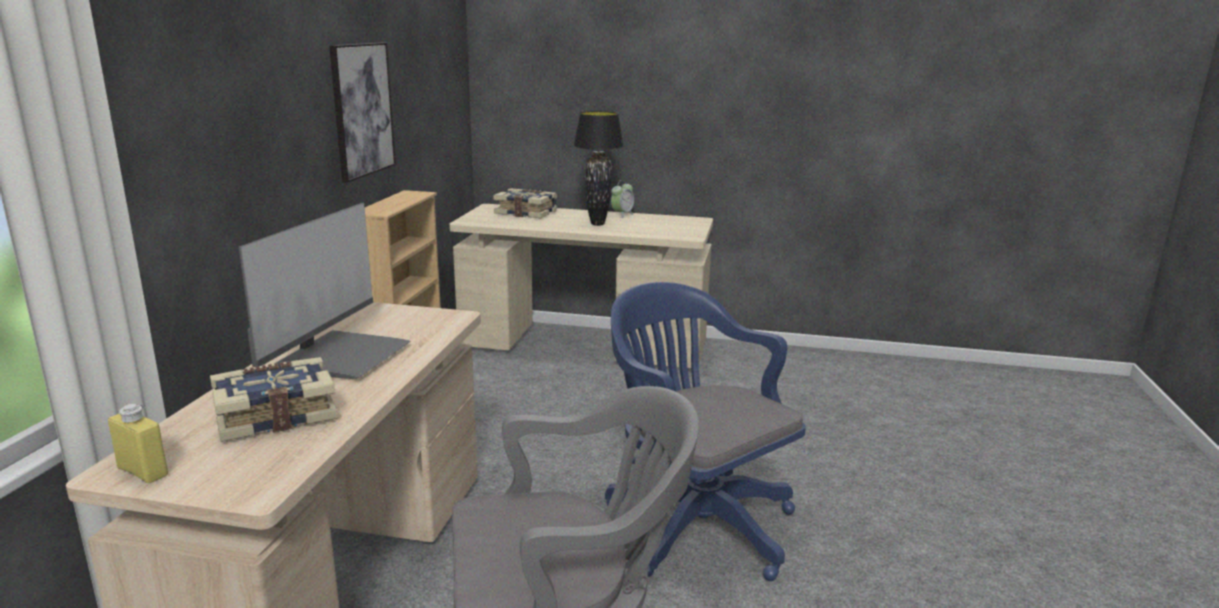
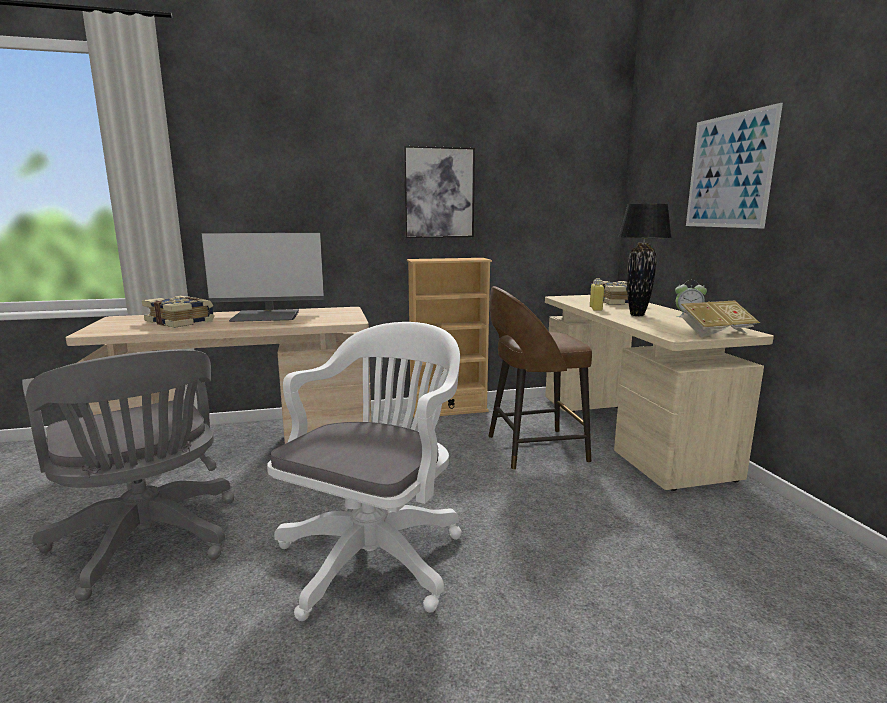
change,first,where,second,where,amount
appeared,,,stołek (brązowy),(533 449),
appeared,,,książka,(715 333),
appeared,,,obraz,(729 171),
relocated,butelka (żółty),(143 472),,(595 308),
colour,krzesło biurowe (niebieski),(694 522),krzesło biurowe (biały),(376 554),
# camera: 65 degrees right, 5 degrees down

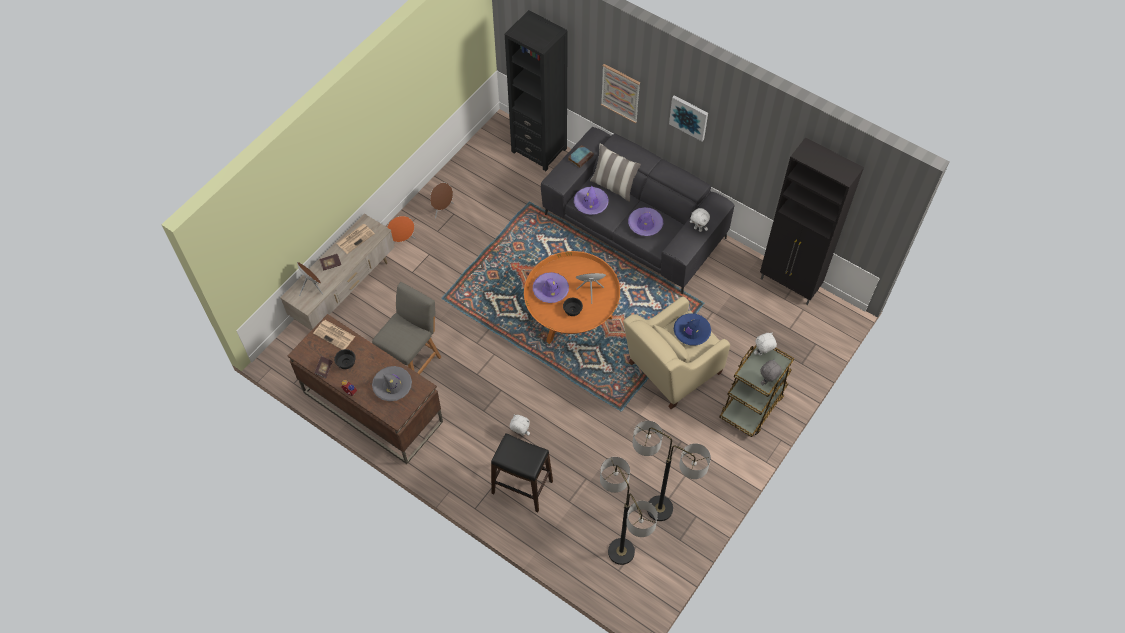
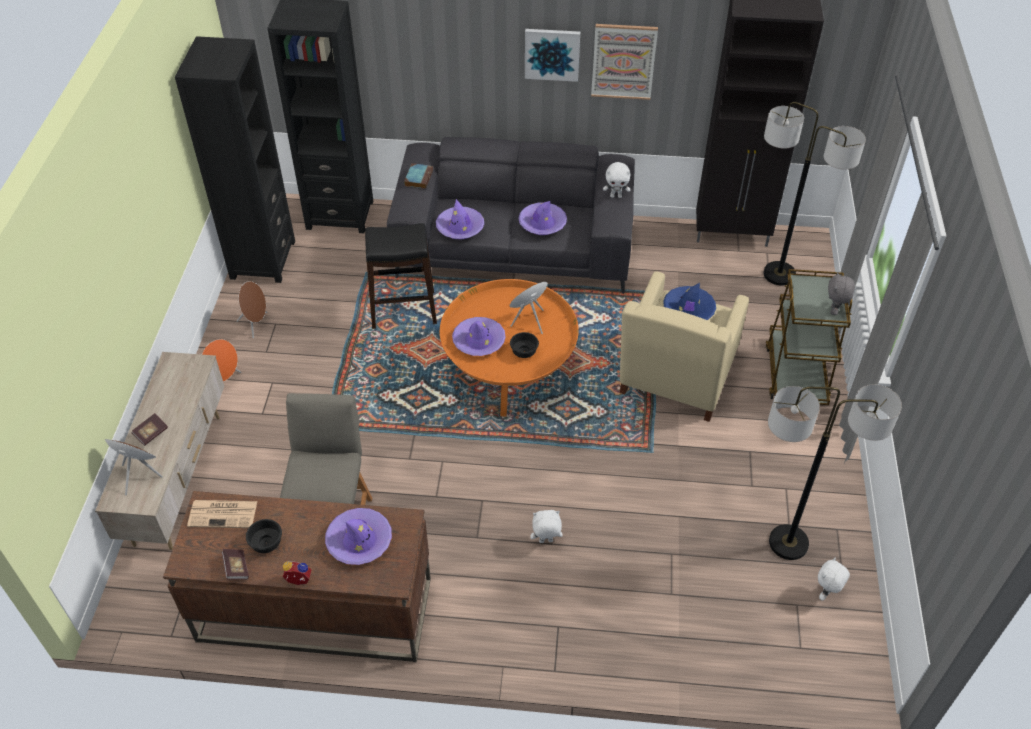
change,first,where,second,where,amount
missing,gazeta,(355 238),,,
missing,poduszka,(613 186),,,
appeared,,,regał (czarny),(262 259),
relocated,stołek (czarny),(522 487),,(403 310),
relocated,lampa stojąca,(621 552),,(779 274),
relocated,obraz,(620 93),,(623 61),
relocated,pluszak (biały),(762 353),,(826 593),
colour,kapelusz (szary),(392 386),kapelusz (fioletowy),(359 540),
# camera: 30 degrees left, 10 degrees down

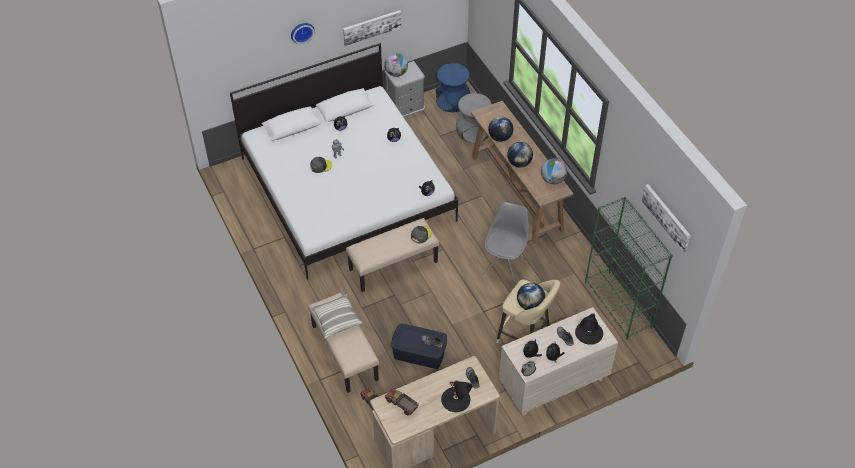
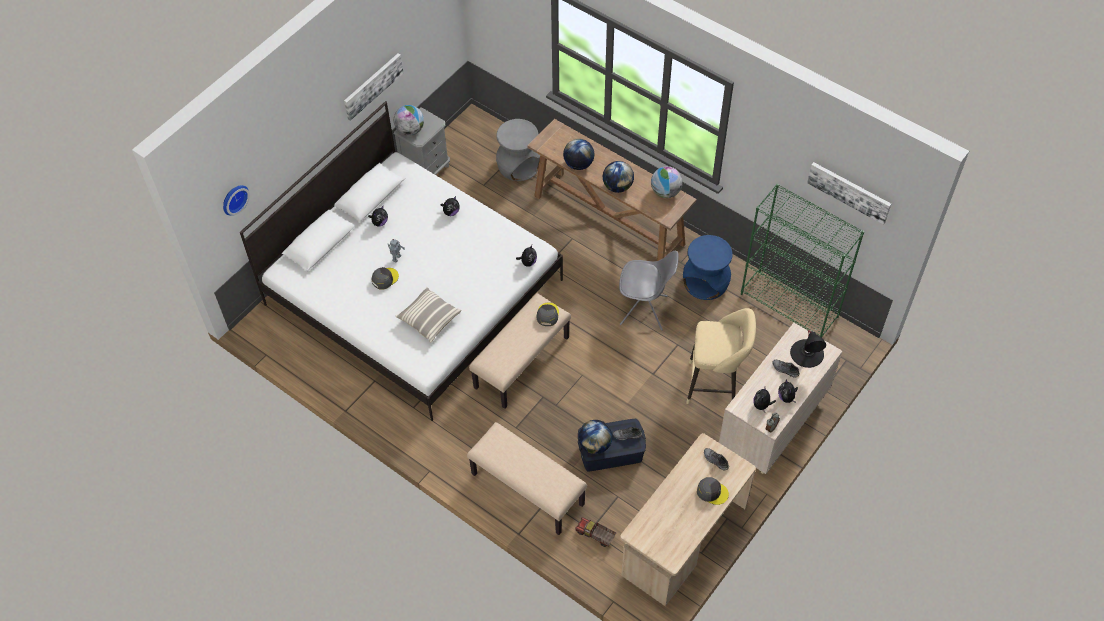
change,first,where,second,where,amount
missing,ciężarówka zabawkowa,(401 405),,,
relocated,zegar ścienny,(301 31),,(233 198),
relocated,poduszka,(336 320),,(429 319),
relocated,stołek (niebieski),(453 101),,(706 282),
relocated,globus,(530 305),,(595 444),
exchanged,lampa stołowa (czarny),(456 399),czapka z daszkiem (szary),(712 492),
spun,krzesło (szary),(504 266),,(645 311),105 degrees clockwise
# camera: 25 degrees left, 5 degrees up

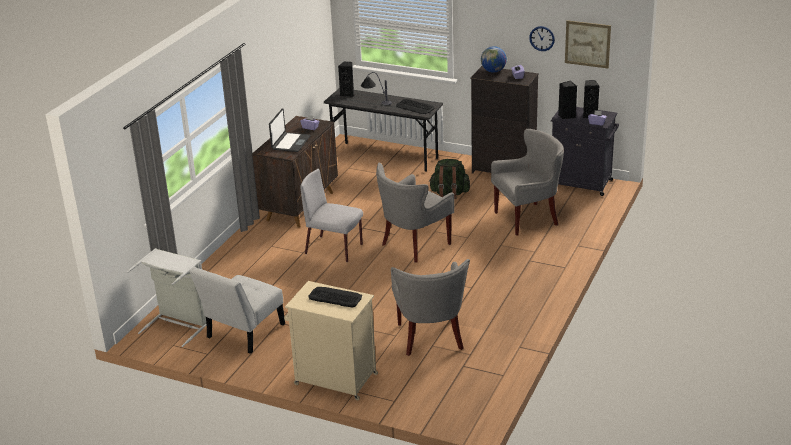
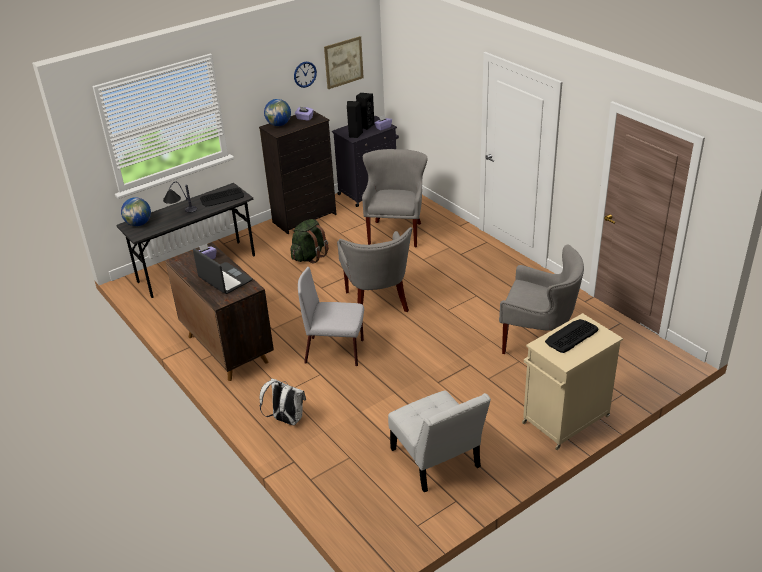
change,first,where,second,where,amount
missing,kosz na pranie (szary),(178 324),,,
appeared,,,plecak (biały),(286 420),
exchanged,głośnik (czarny),(348 94),globus,(139 224),
spun,krzesło (szary),(335 249),,(335 351),45 degrees clockwise
# camera: 60 degrees left, 5 degrees up

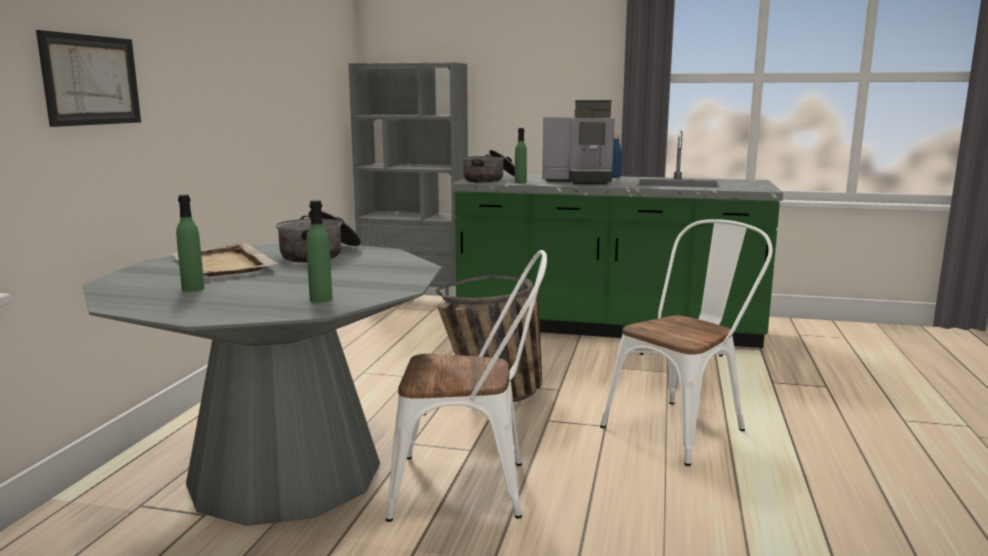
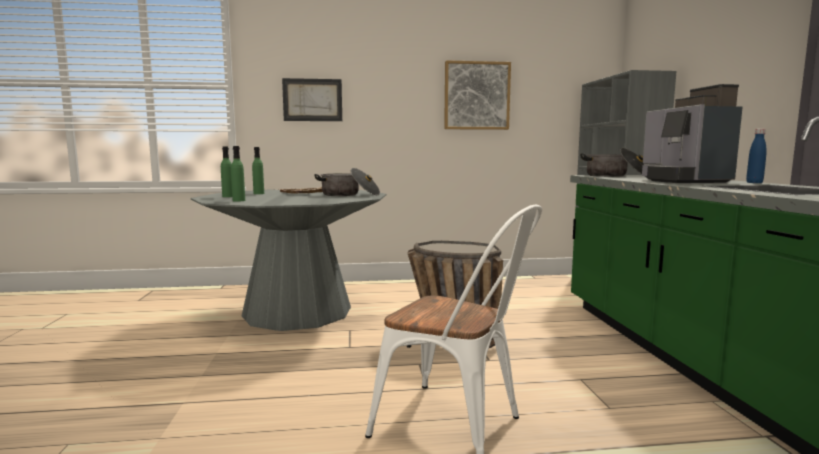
change,first,where,second,where,amount
missing,krzesło (biały),(472 488),,,
appeared,,,obraz,(476 96),
relocated,butelka (zielony),(520 182),,(228 196),
# camera: 70 degrees right, 5 degrees down

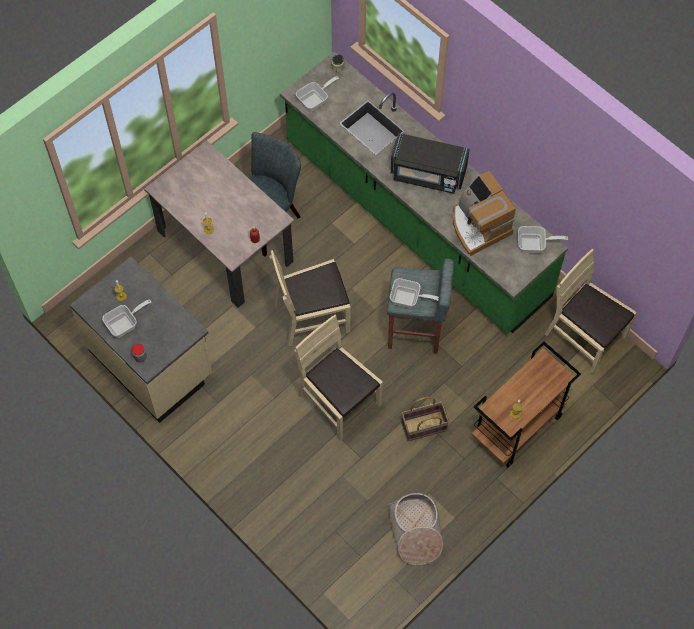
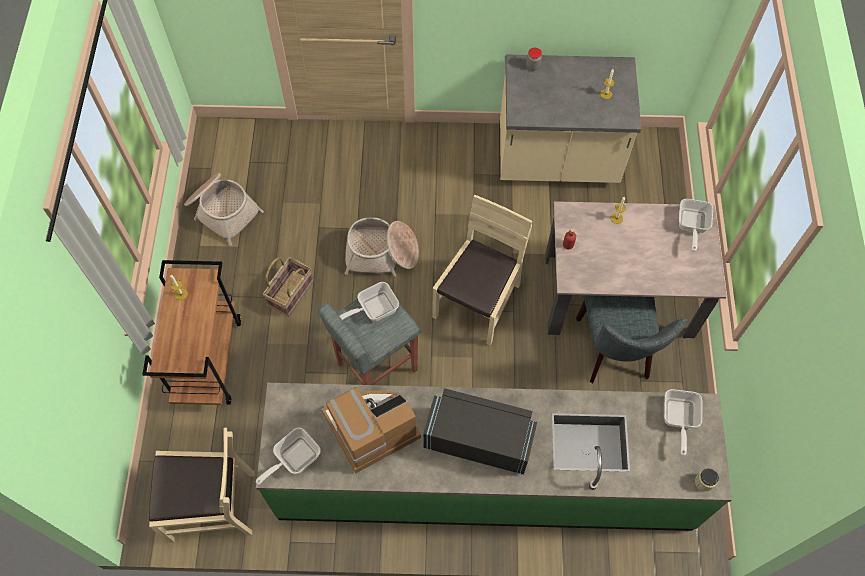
change,first,where,second,where,amount
relocated,patelnia,(125 324),,(691 226),
exchanged,krzesło (beżowy),(339 401),koszyk,(381 254),
spun,mikrofalówka (czarny),(428 174),,(478 440),45 degrees clockwise
spun,ekspres do kawy,(478 225),,(371 428),45 degrees counterclockwise
# camera: 135 degrees right, 0 degrees up

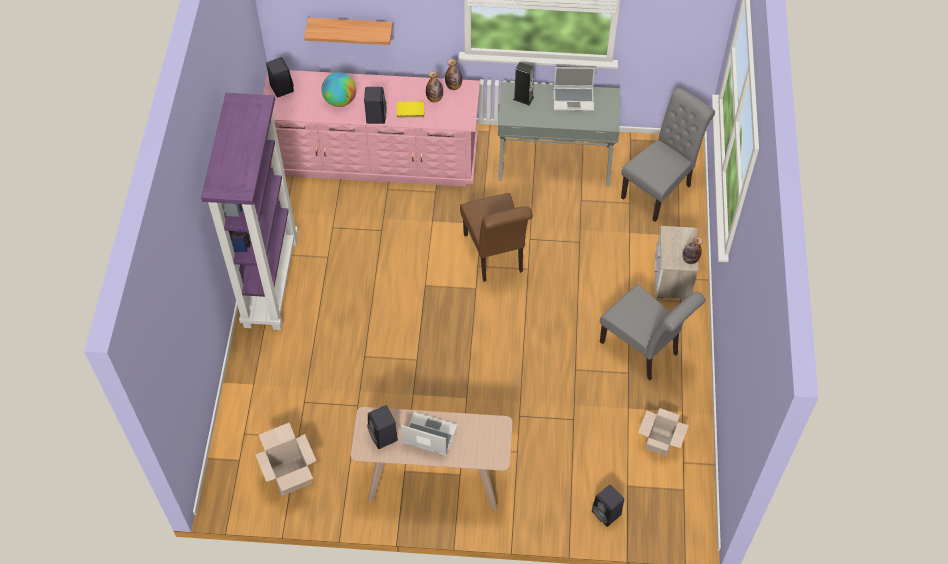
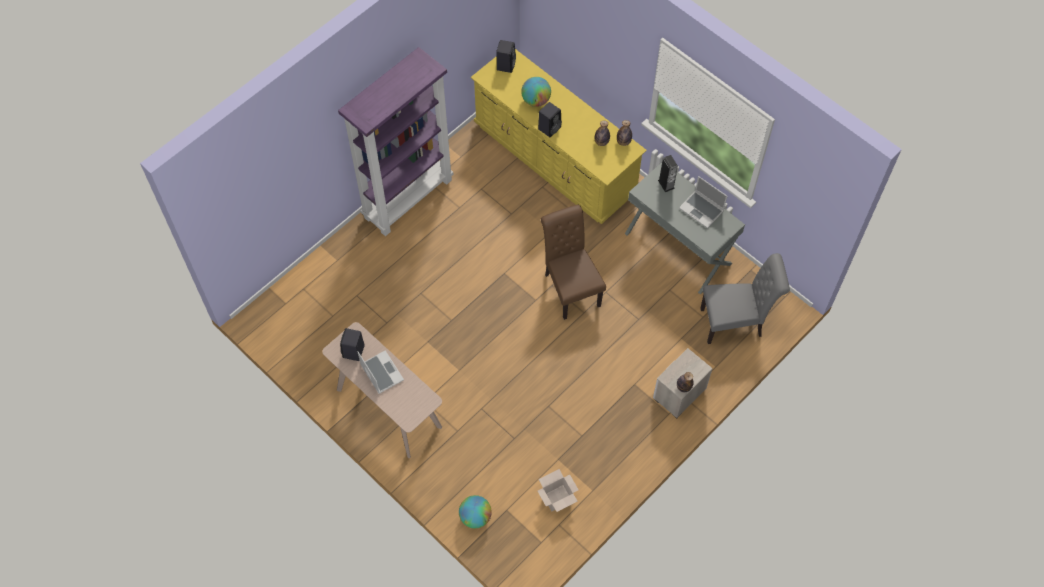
change,first,where,second,where,amount
missing,karton,(290 476),,,
missing,półka,(351 29),,,
missing,książka (żółty),(410 111),,,
missing,krzesło (szary),(643 350),,,
exchanged,głośnik (czarny),(607 513),globus,(475 517),
colour,komoda (różowy),(375 158),komoda (żółty),(555 159),
spun,krzesło (brązowy),(495 256),,(570 287),135 degrees clockwise
# camera: 40 degrees right, 5 degrees up

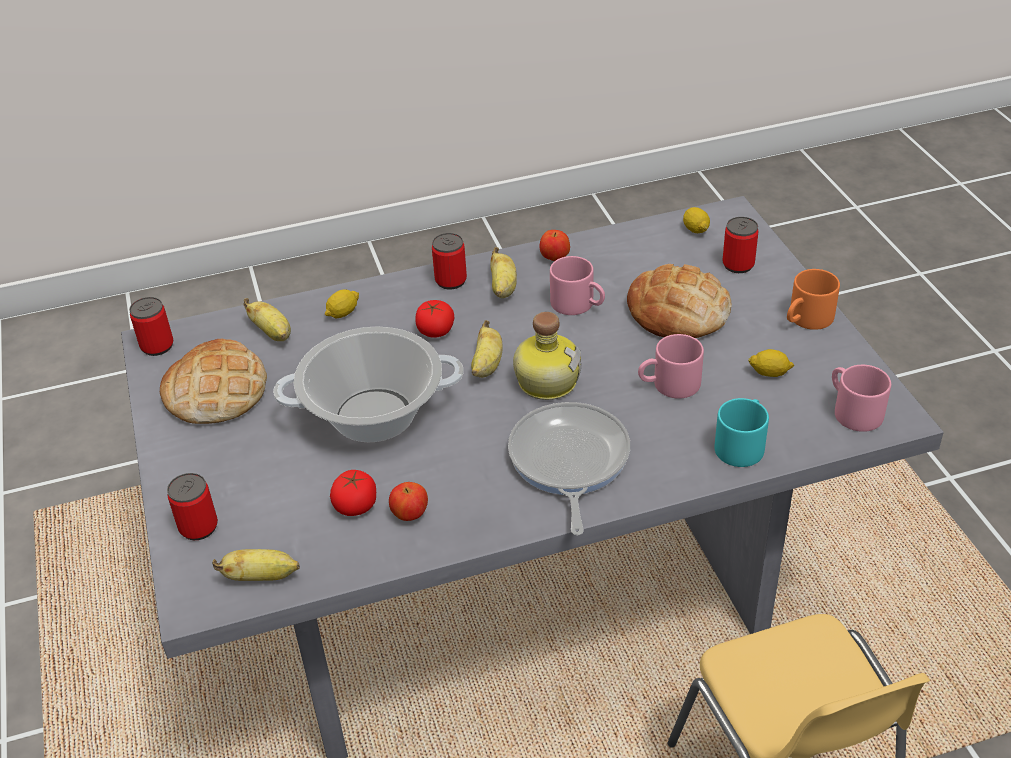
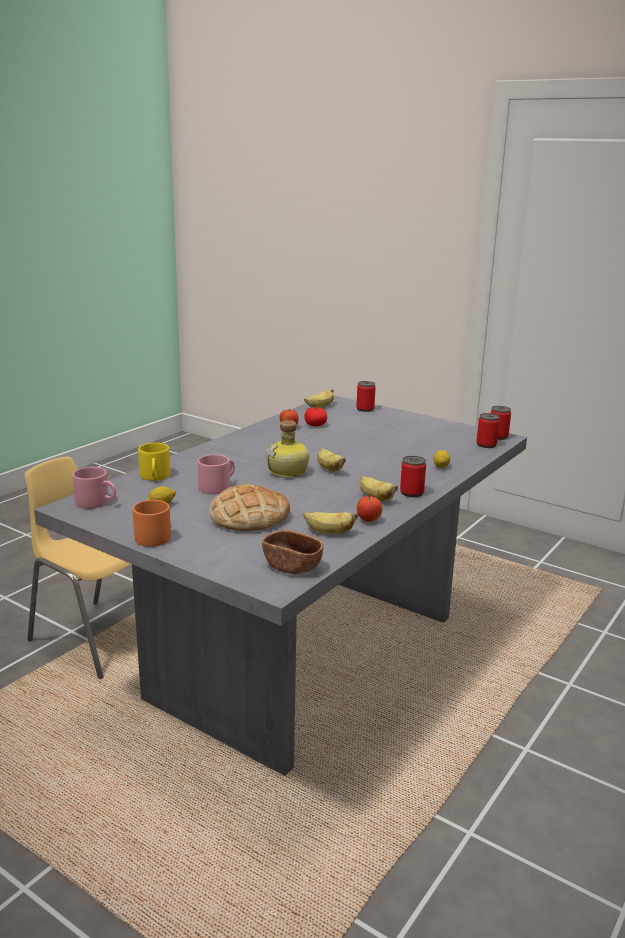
change,first,where,second,where,amount
missing,chleb,(216 391),,,
missing,garnek,(374 415),,,
missing,pomidor,(435 330),,,
missing,patelnia,(568 462),,,
missing,kubek (różowy),(579 304),,,
relocated,banan,(273 333),,(328 532),
relocated,puszka,(738 265),,(486 445),
exchanged,cytryna,(695 229),miska (brązowy),(292 566),
colour,kubek (turkusowy),(741 443),kubek (żółty),(155 477),
# camera: 140 degrees right, 20 degrees down

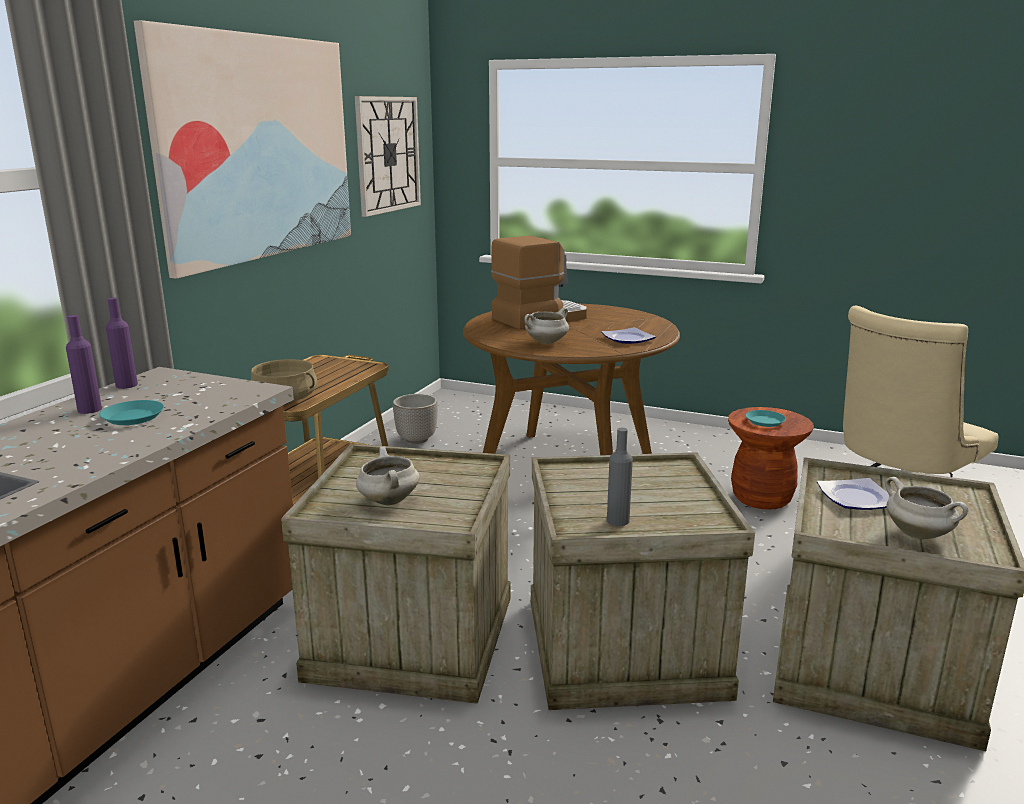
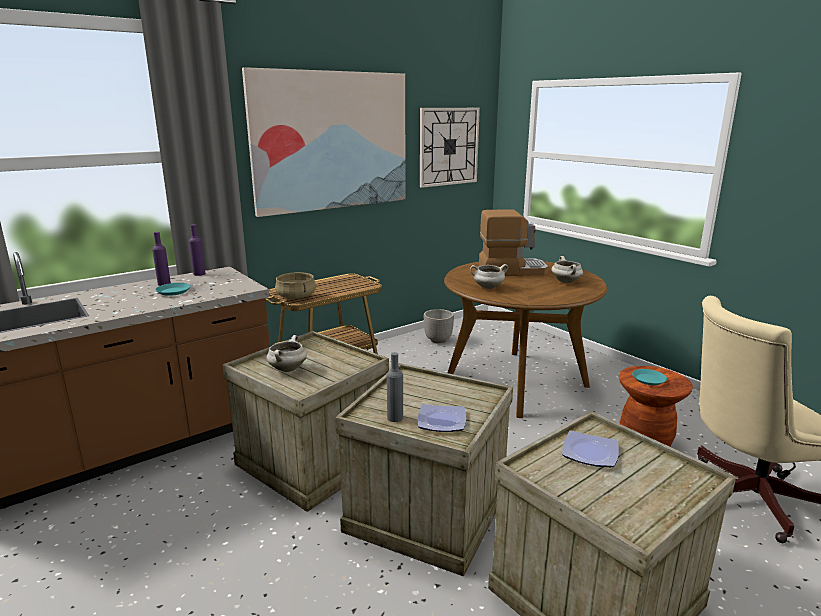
change,first,where,second,where,amount
relocated,talerz,(629 339),,(442 422),
relocated,garnek (biały),(919 534),,(566 282),
# camera: 30 degrees right, 0 degrees up

